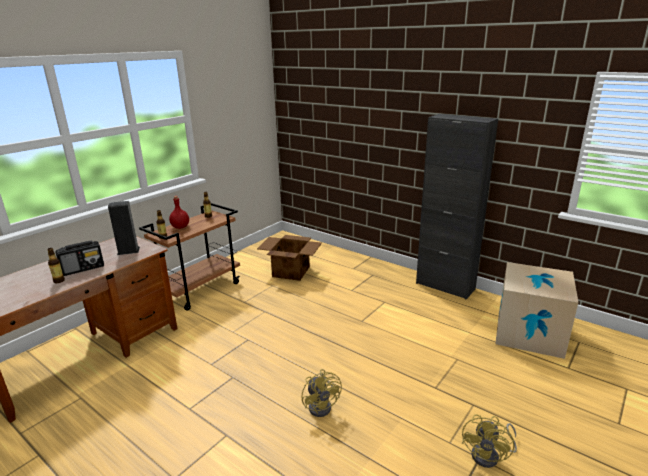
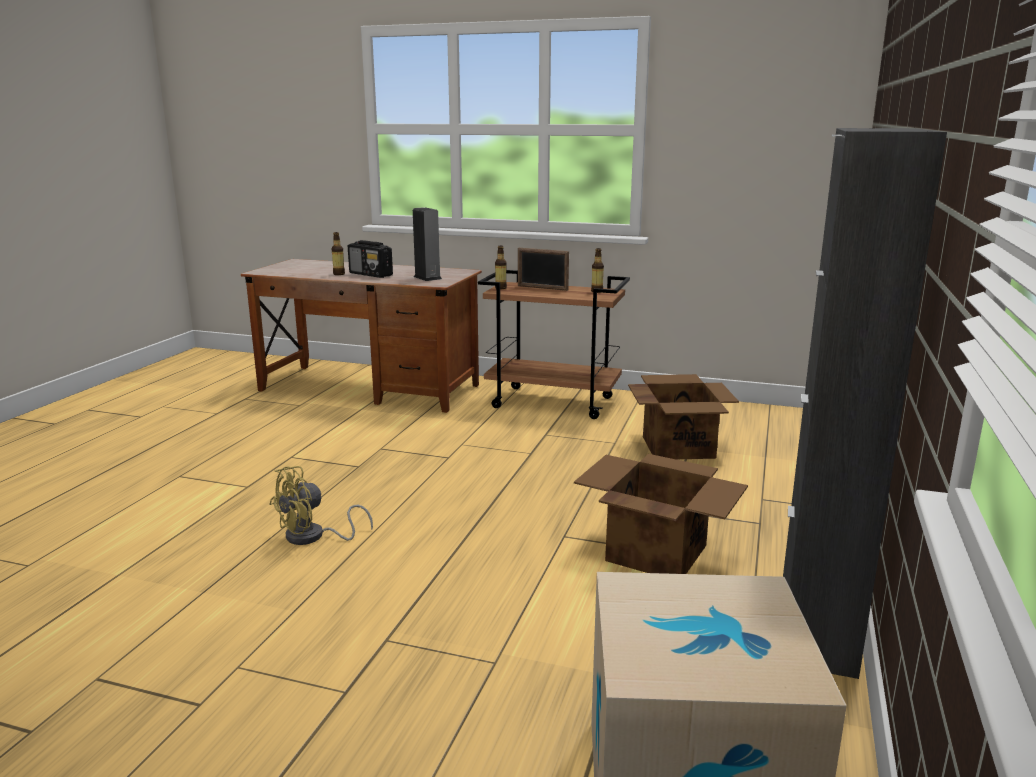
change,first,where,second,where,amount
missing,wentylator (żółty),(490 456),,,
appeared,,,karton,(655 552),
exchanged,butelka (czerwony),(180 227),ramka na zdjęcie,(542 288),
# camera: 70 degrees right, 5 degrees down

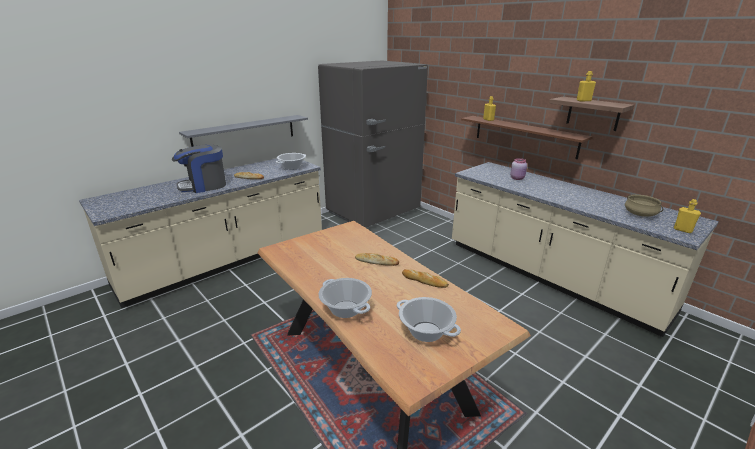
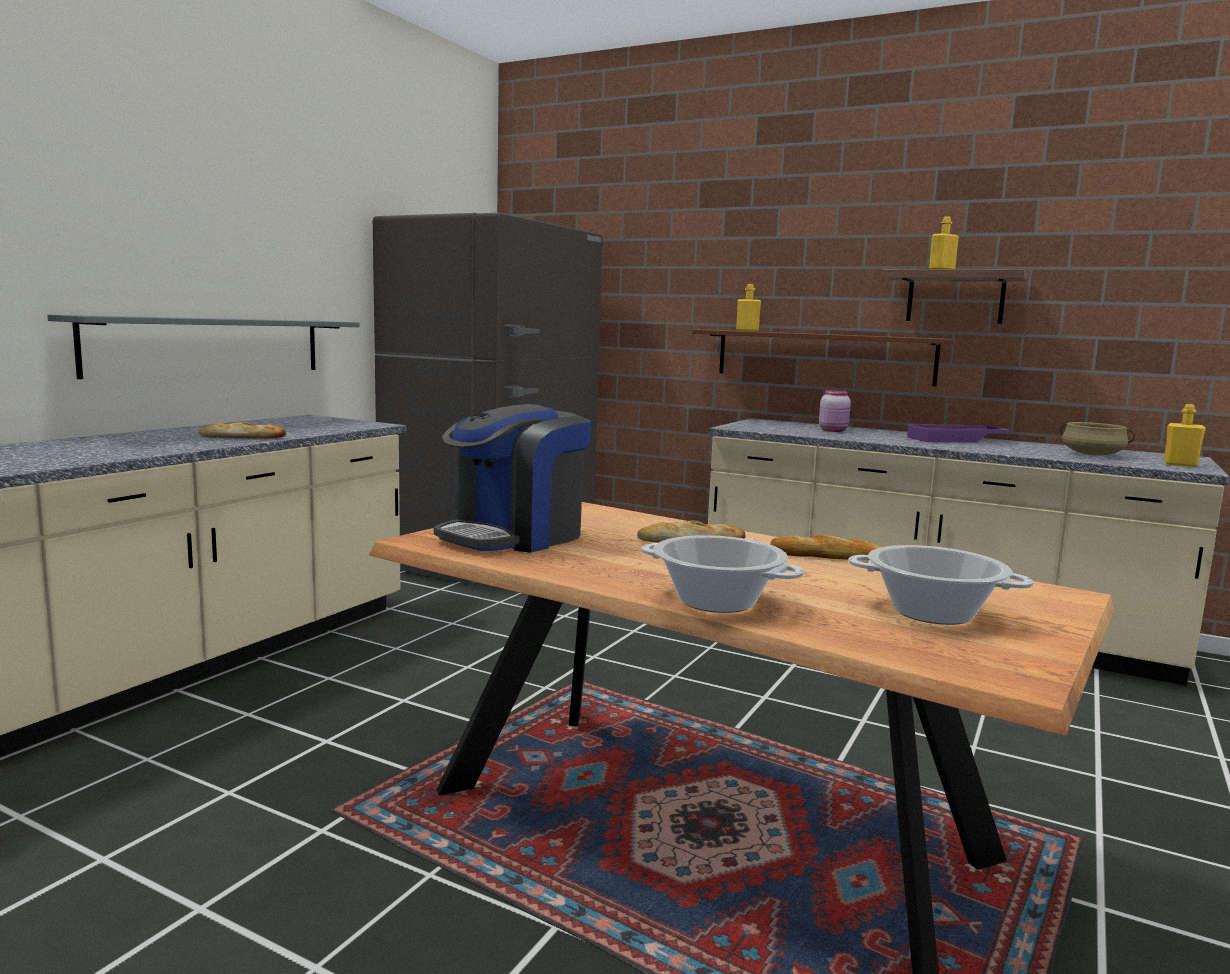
change,first,where,second,where,amount
missing,garnek,(292 167),,,
appeared,,,taca (fioletowy),(956 440),
relocated,ekspres do kawy,(204 186),,(514 536),
# camera: 20 degrees left, 15 degrees down

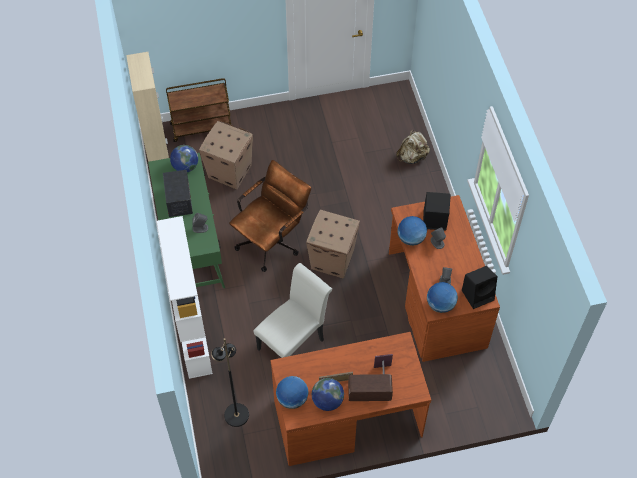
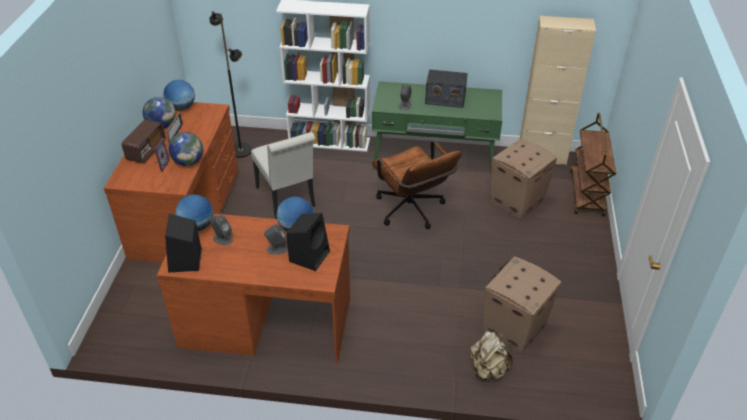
change,first,where,second,where,amount
relocated,globus,(185 167),,(188 162),
relocated,karton,(333 260),,(513 329),
# camera: 110 degrees right, 15 degrees down

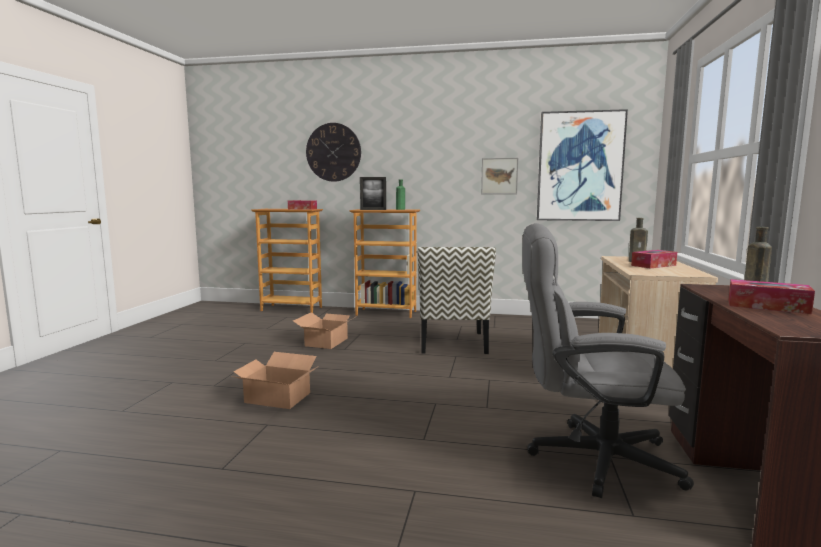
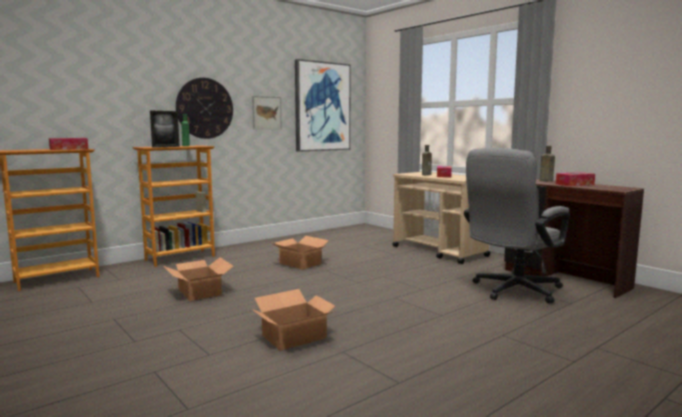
change,first,where,second,where,amount
relocated,zegar ścienny,(333 152),,(205 108),
exchanged,krzesło,(453 343),karton,(300 263),
# camera: 50 degrees left, 0 degrees up

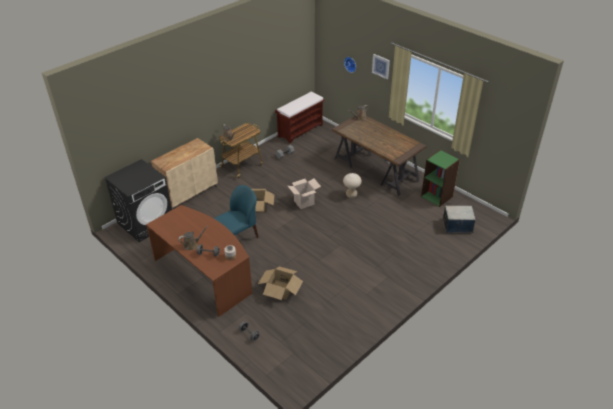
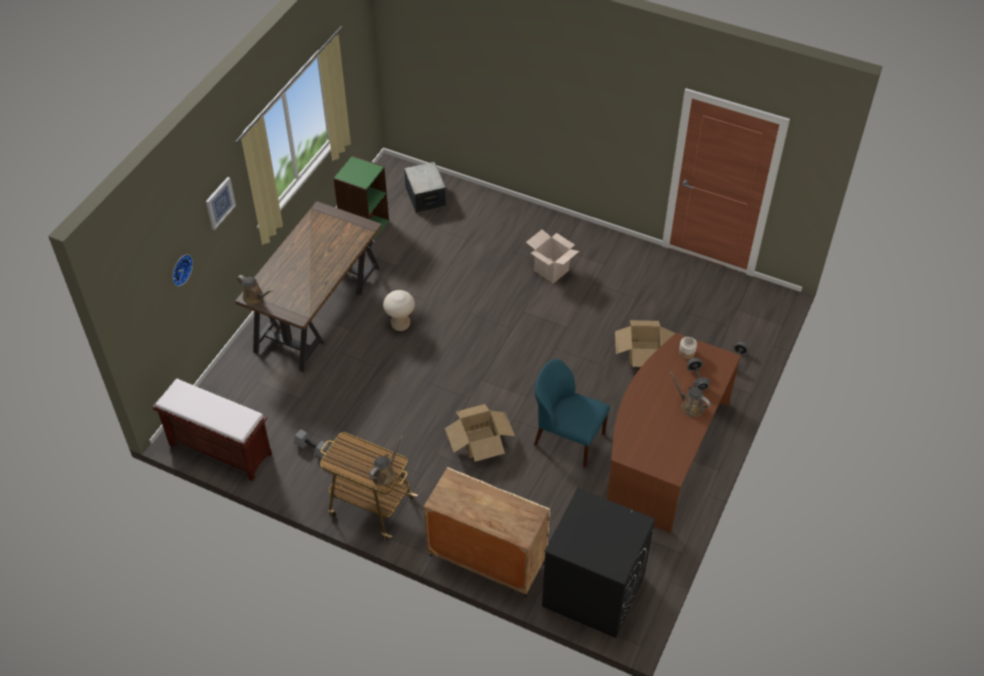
change,first,where,second,where,amount
relocated,karton,(304 202),,(551 270),
# camera: 110 degrees left, 10 degrees up

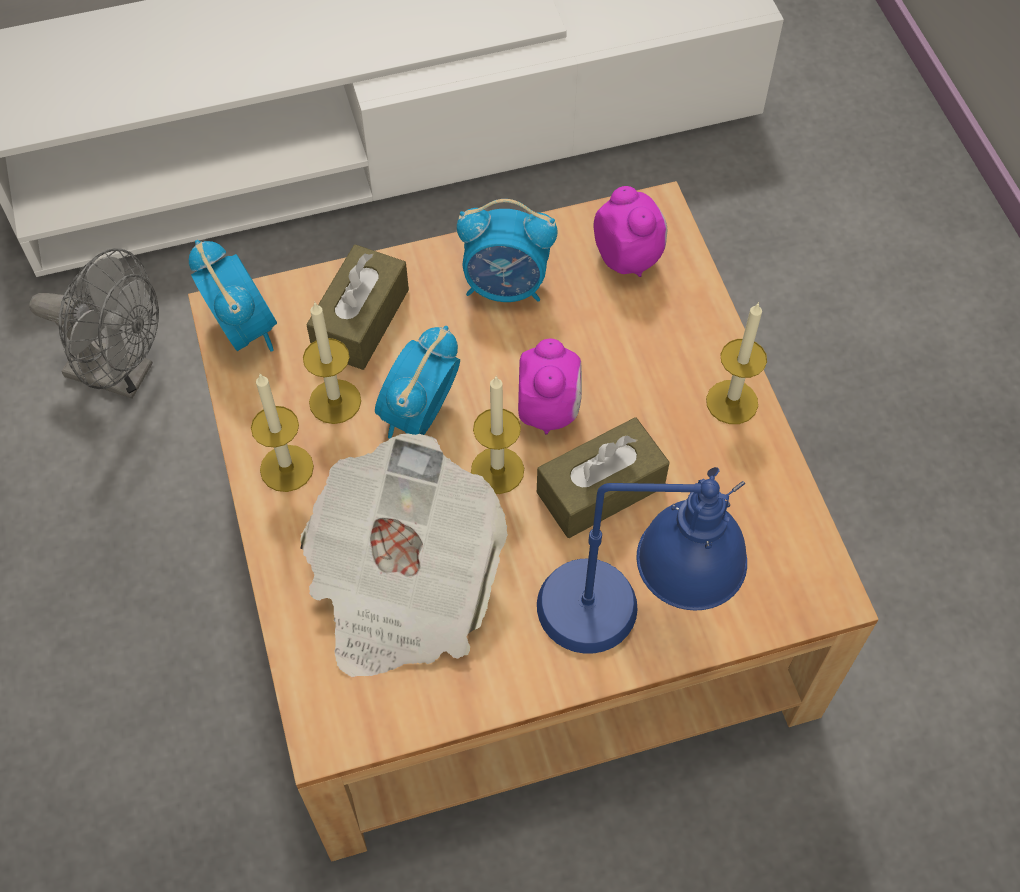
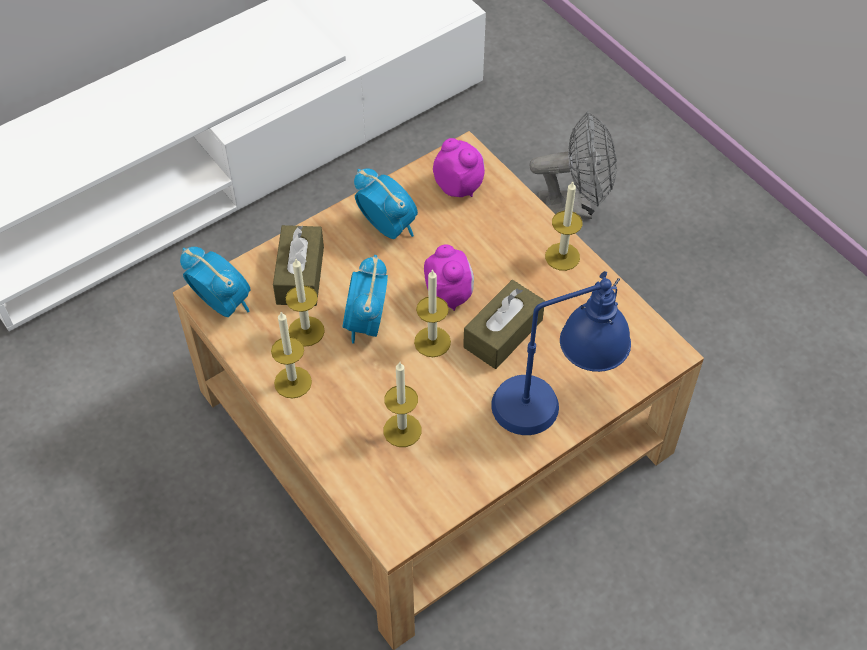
change,first,where,second,where,amount
relocated,wentylator (szary),(122 374),,(574 207),
exchanged,gazeta,(402 585),świeca,(402 430),
spun,budzik,(506 286),,(387 227),120 degrees counterclockwise
# camera: 20 degrees left, 5 degrees down

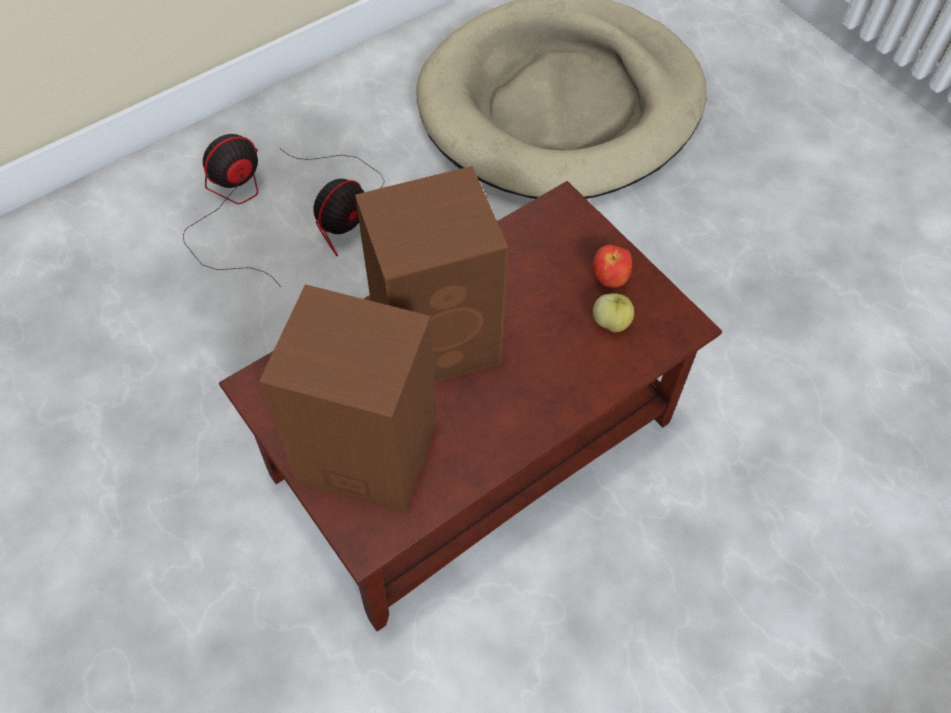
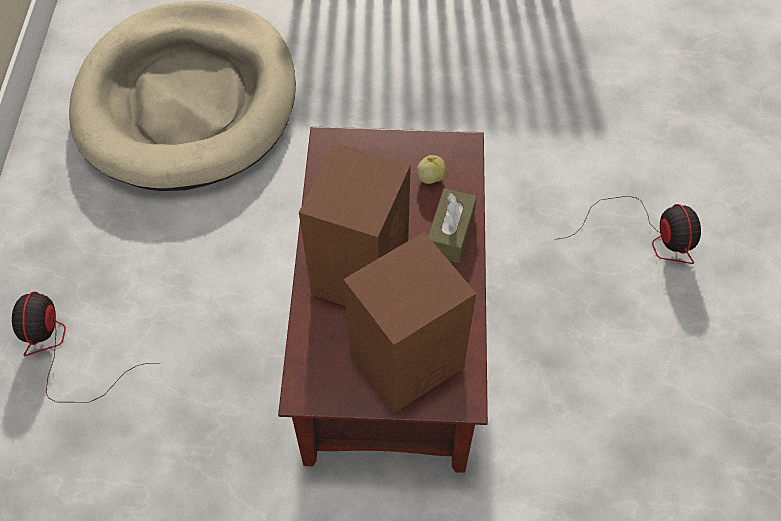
change,first,where,second,where,amount
missing,jabłko,(609 280),,,
appeared,,,pudełko chusteczek (brązowy),(450 233),
relocated,wentylator,(344 209),,(647 235),
# camera: 50 degrees left, 0 degrees up

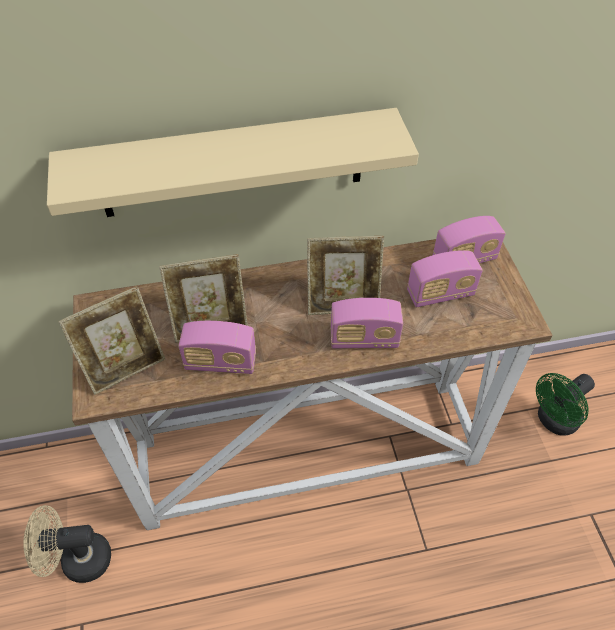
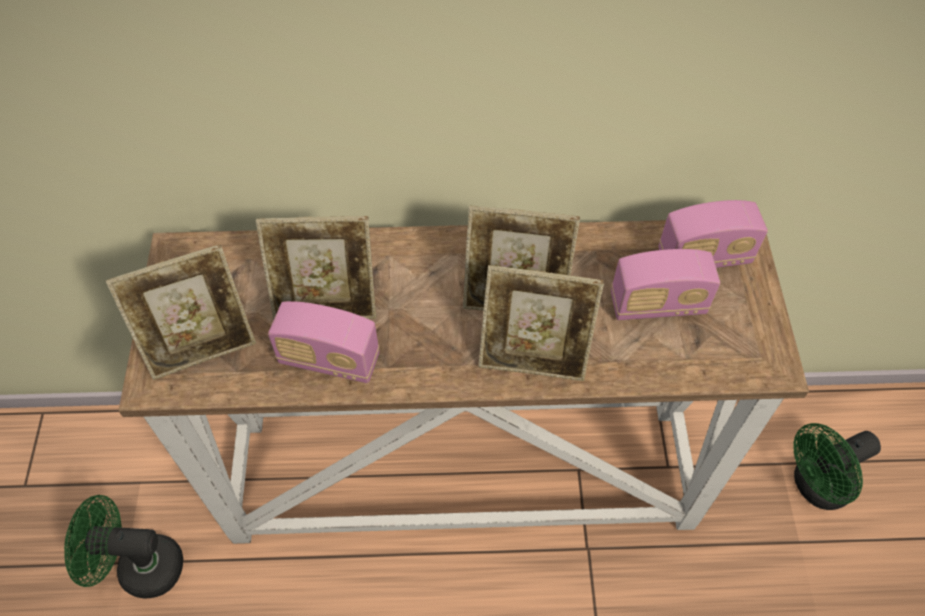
change,first,where,second,where,amount
missing,półka (beżowy),(232 164),,,
exchanged,radio,(364 339),ramka na zdjęcie,(533 356),
colour,wentylator (beżowy),(78 560),wentylator (zielony),(140 567),
# camera: 10 degrees right, 5 degrees up

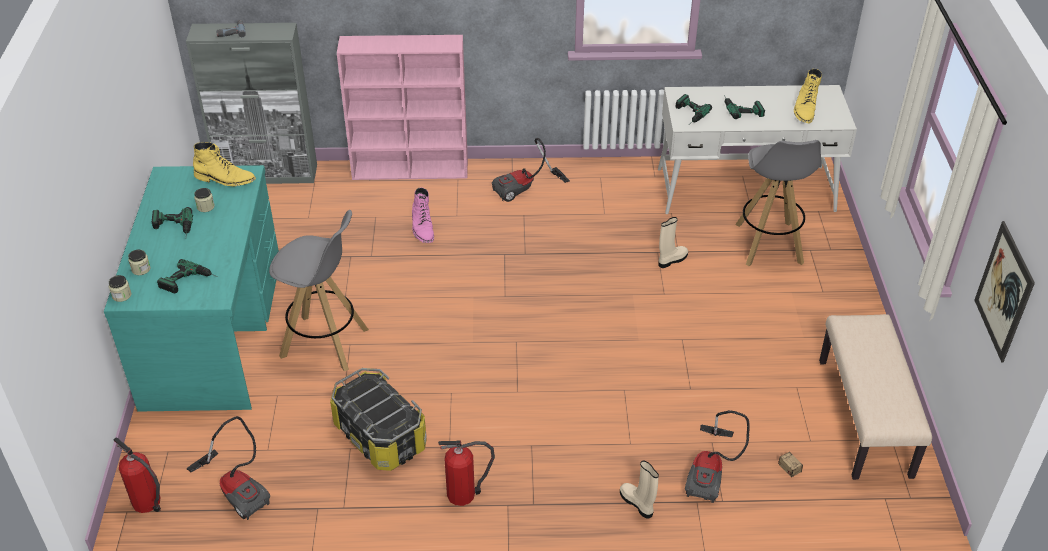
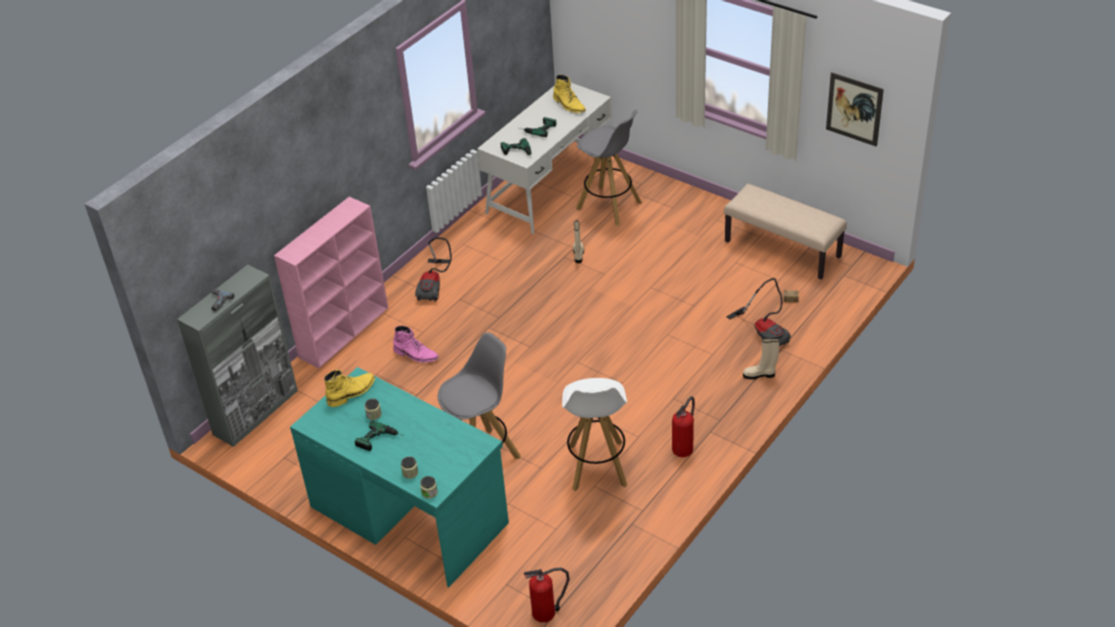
change,first,where,second,where,amount
missing,wiertarka,(190 282),,,
missing,odkurzacz,(238 489),,,
exchanged,pojemnik do przechowywania,(379 436),stołek (biały),(597 466),
# camera: 50 degrees left, 0 degrees up

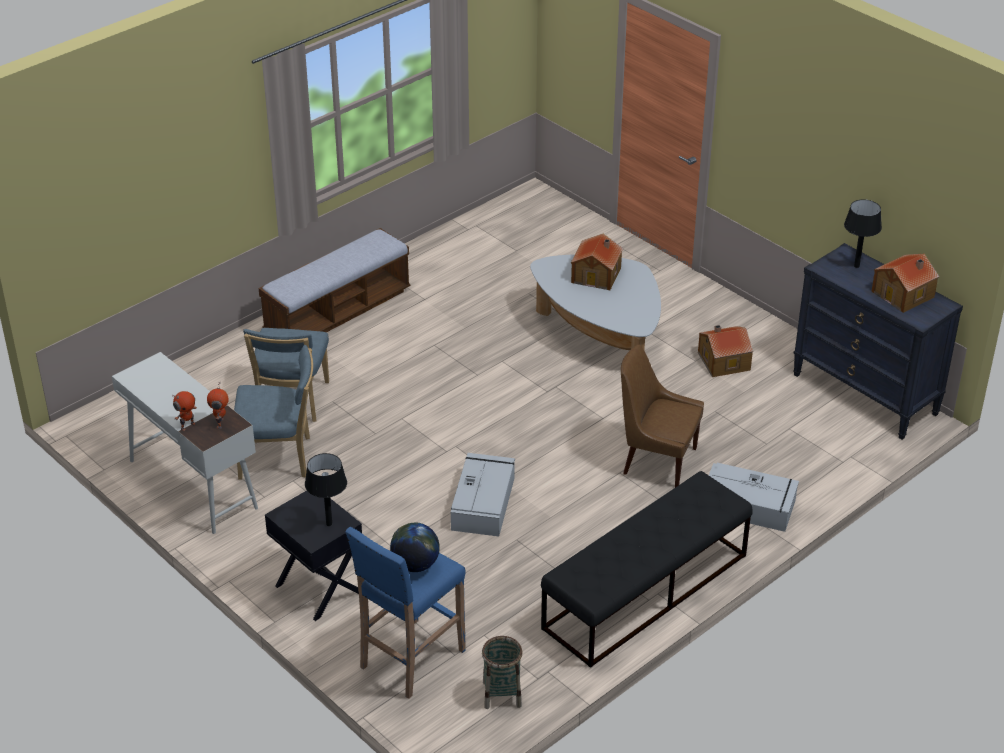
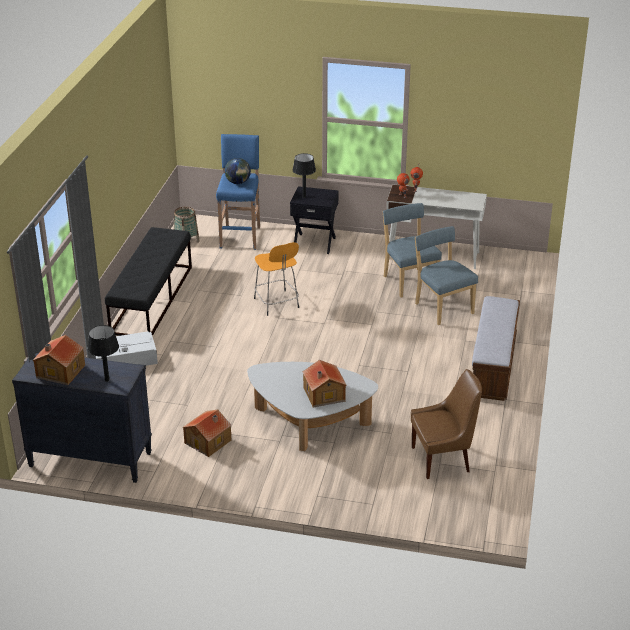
change,first,where,second,where,amount
relocated,krzesło (brązowy),(656 460),,(443 459),
exchanged,pojemnik do przechowywania (szary),(483 502),stołek (pomarańczowy),(277 304),
spun,krzesło (niebieski),(279 458),,(409 281),105 degrees clockwise
# camera: 145 degrees right, 5 degrees down

